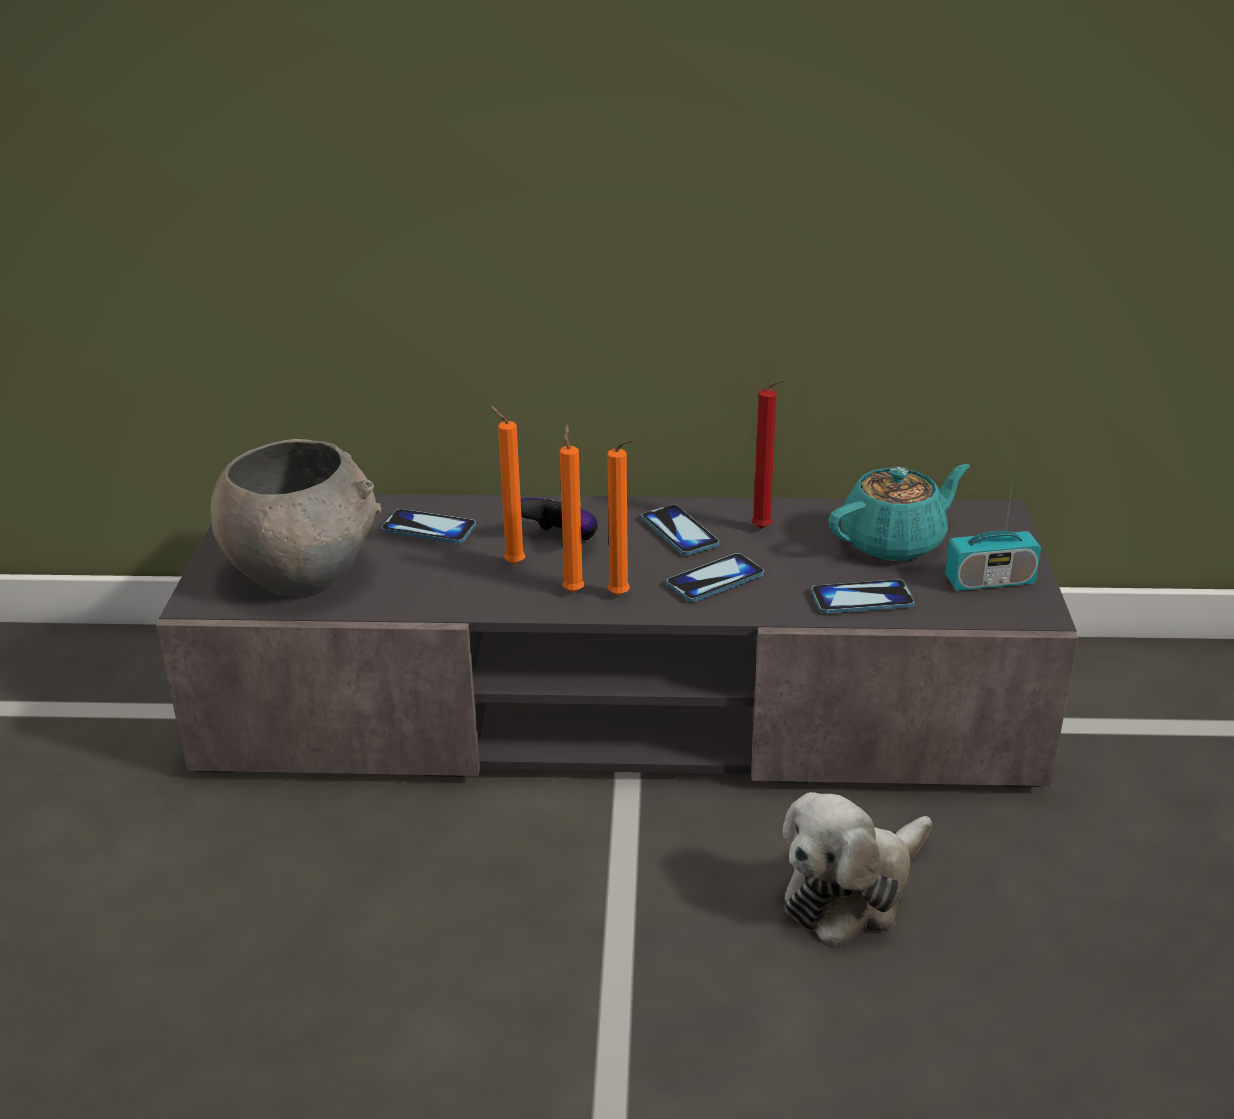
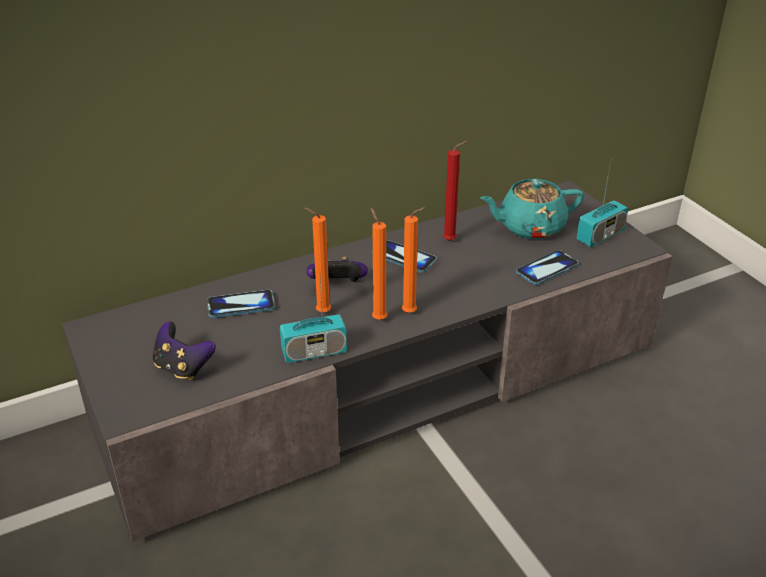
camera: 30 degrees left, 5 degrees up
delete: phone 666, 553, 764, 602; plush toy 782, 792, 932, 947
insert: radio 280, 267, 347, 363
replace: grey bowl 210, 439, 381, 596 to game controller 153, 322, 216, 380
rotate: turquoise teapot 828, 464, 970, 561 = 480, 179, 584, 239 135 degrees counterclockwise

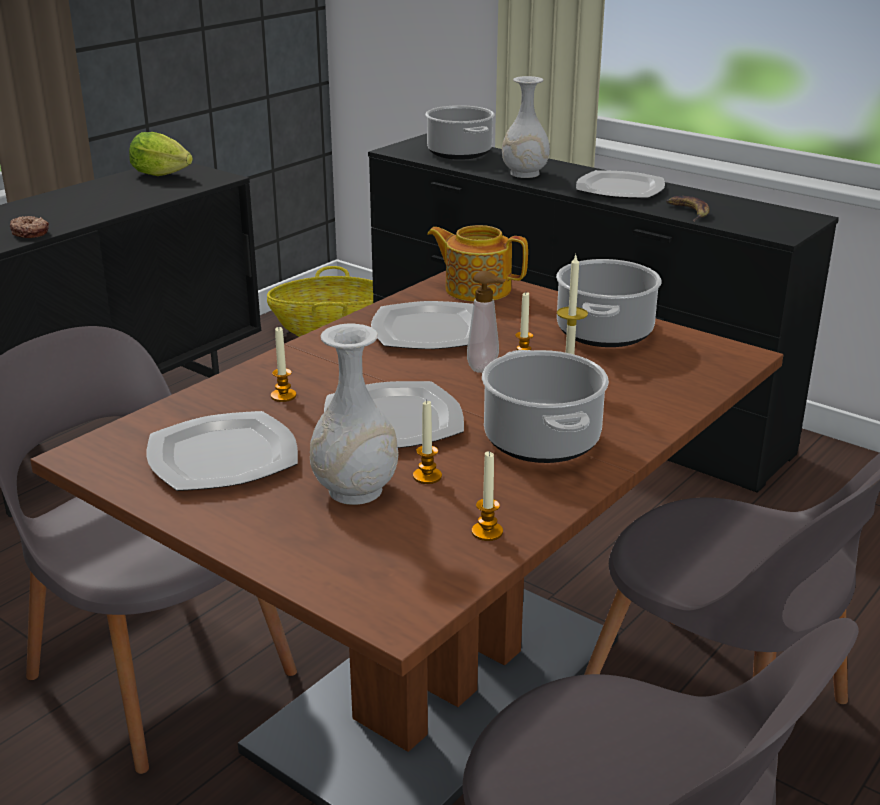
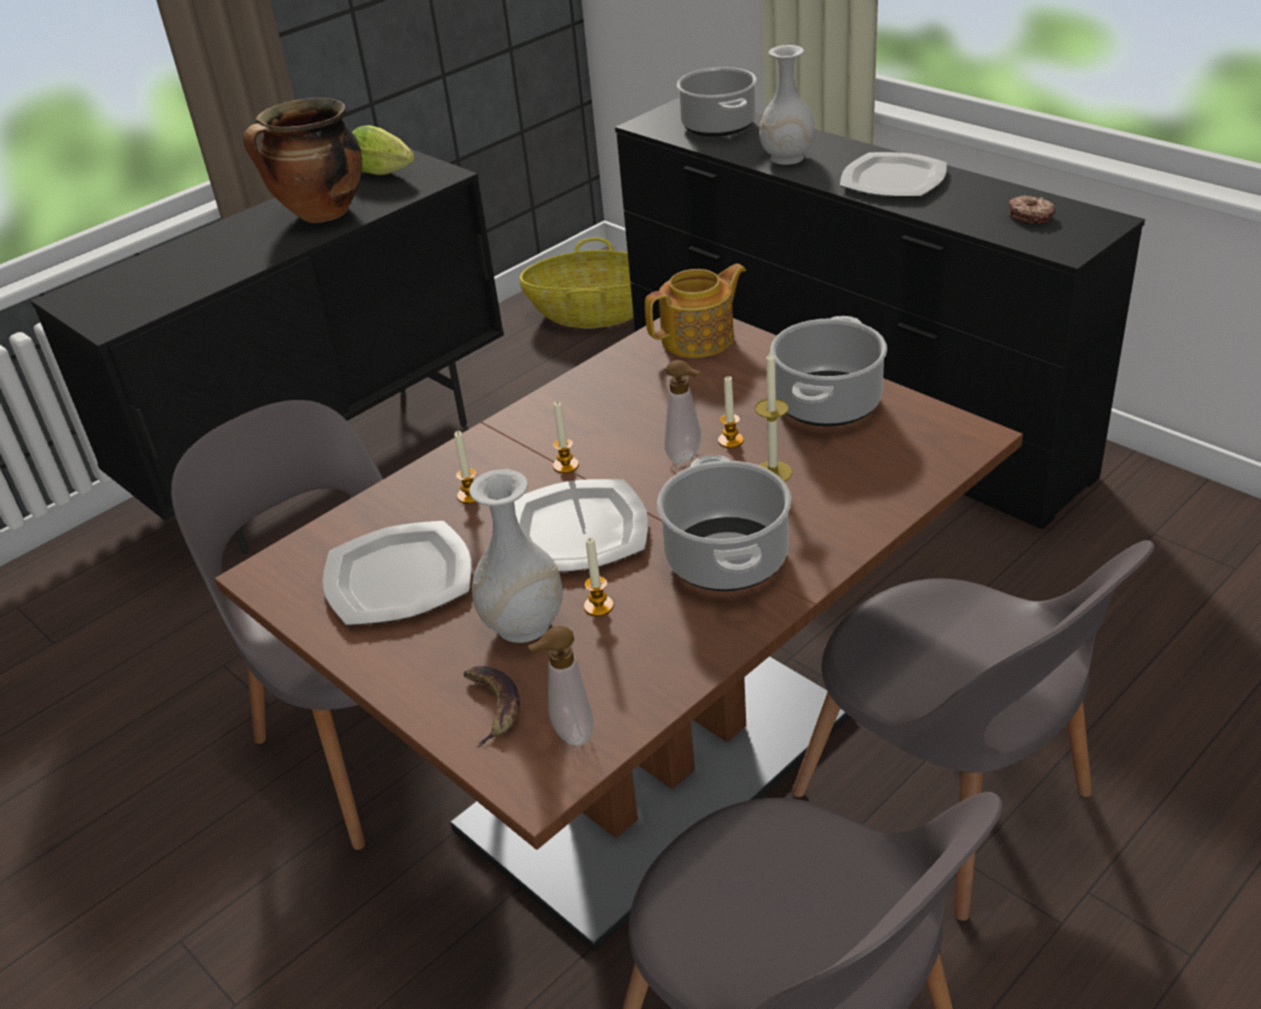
camera: 10 degrees right, 10 degrees up
delete: plate 371, 301, 473, 349
insert: cooking pot 243, 98, 362, 223; soap dispenser 528, 626, 593, 746
move: banana 666, 196, 710, 222 to 463, 666, 520, 747; donut 10, 216, 49, 238 to 1009, 195, 1056, 223; candle 472, 451, 503, 541 to 553, 401, 579, 474
rotate: teapot 427, 225, 528, 302 = 645, 264, 746, 358 120 degrees clockwise

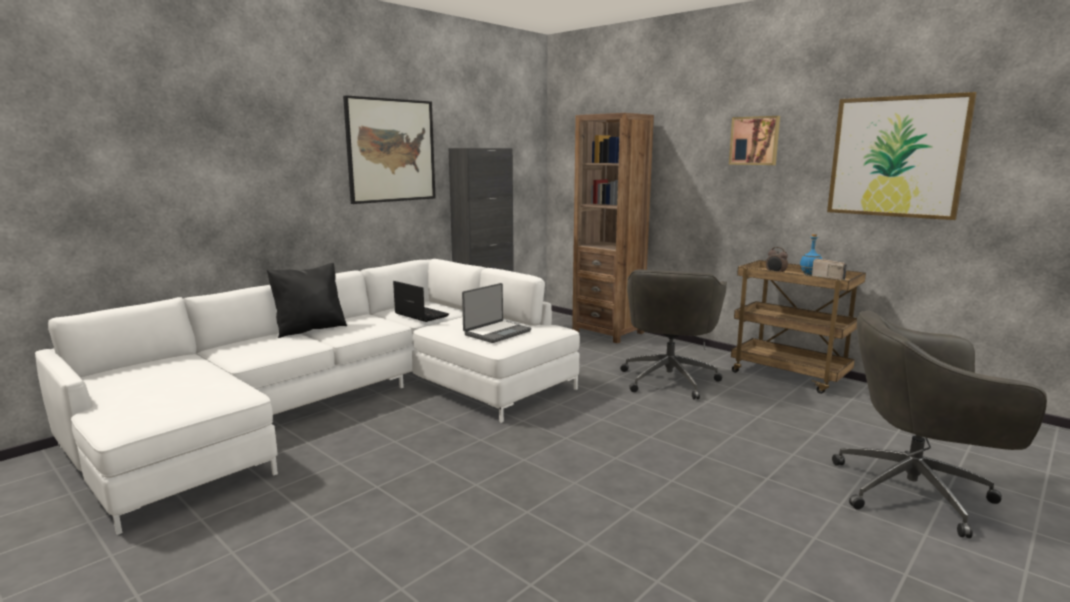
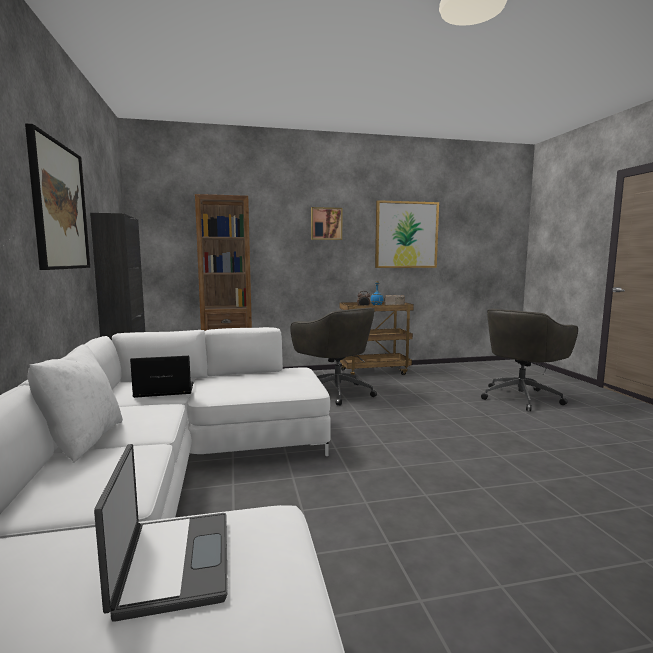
camera: 55 degrees left, 5 degrees down
move: laptop 462, 283, 531, 343 to 94, 444, 228, 622
recolor: black pillow 267, 263, 347, 338 to white pillow 28, 344, 123, 463

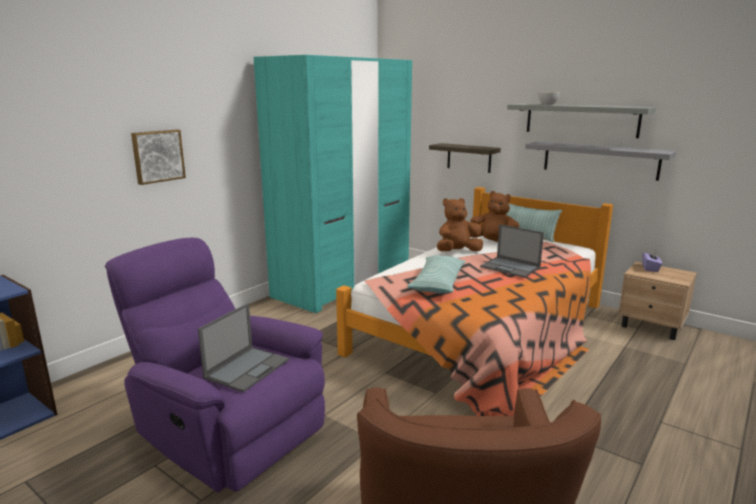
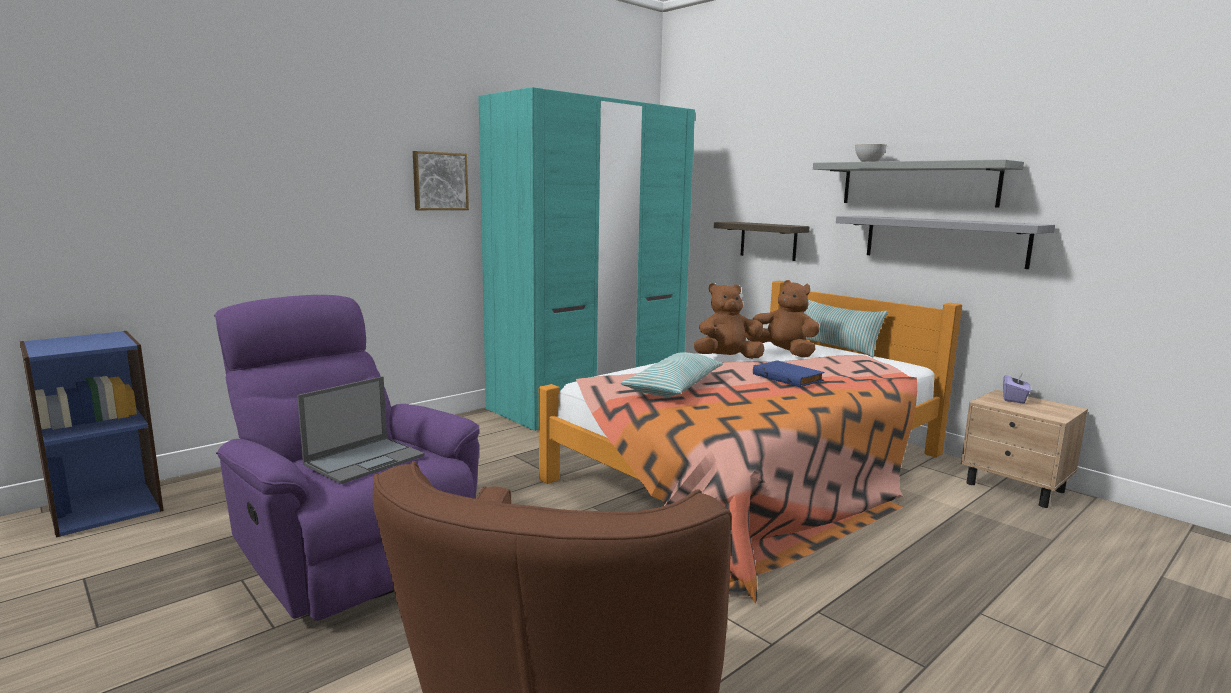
camera: 10 degrees right, 5 degrees down
move: picture 131, 130, 186, 185 to 413, 151, 469, 210
replace: laptop 480, 224, 544, 278 to blue book 753, 360, 825, 387

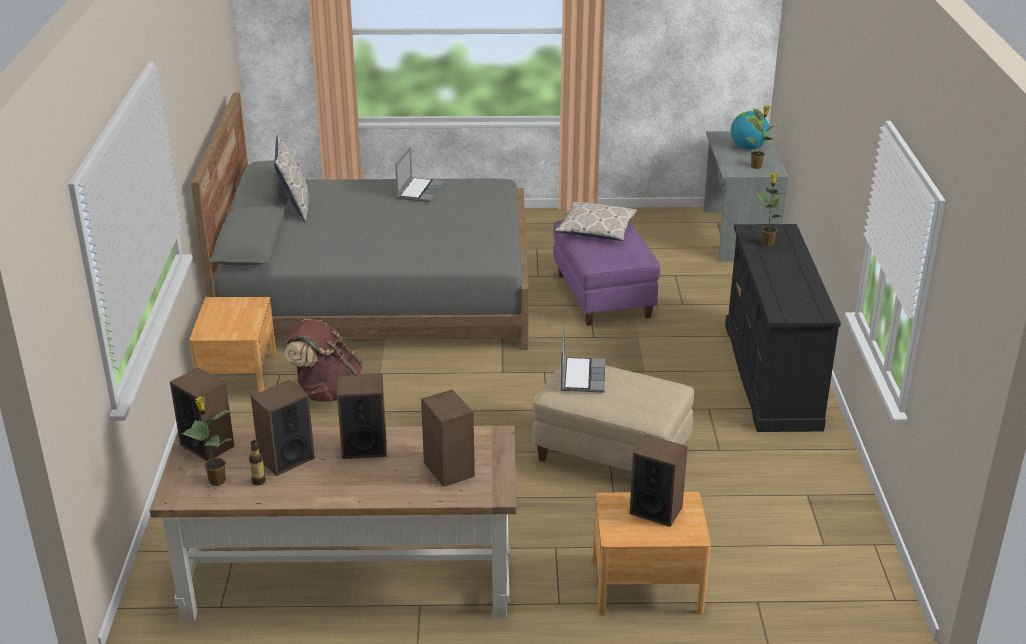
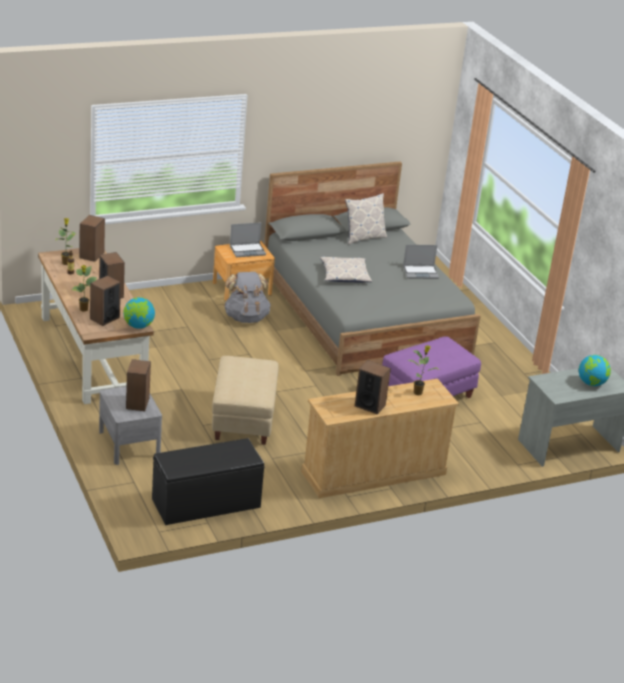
camera: 65 degrees right, 0 degrees up
insert: globe 124, 297, 155, 329; black bench 152, 438, 265, 525
move: potted plant 746, 105, 775, 169 to 72, 265, 97, 311; pillow 555, 202, 638, 241 to 320, 256, 372, 282; laptop 560, 322, 605, 393 to 230, 222, 266, 257; speaker 251, 380, 315, 476 to 355, 360, 391, 414
recolor: black dresser 725, 224, 841, 432 to beige dresser 301, 379, 459, 498; brown backpack 285, 319, 363, 402 to grey backpack 224, 272, 271, 323; brown nightstand 593, 492, 711, 616 to grey nightstand 99, 386, 162, 465

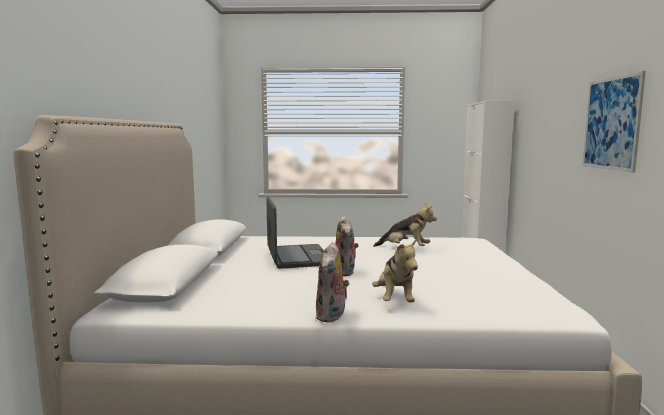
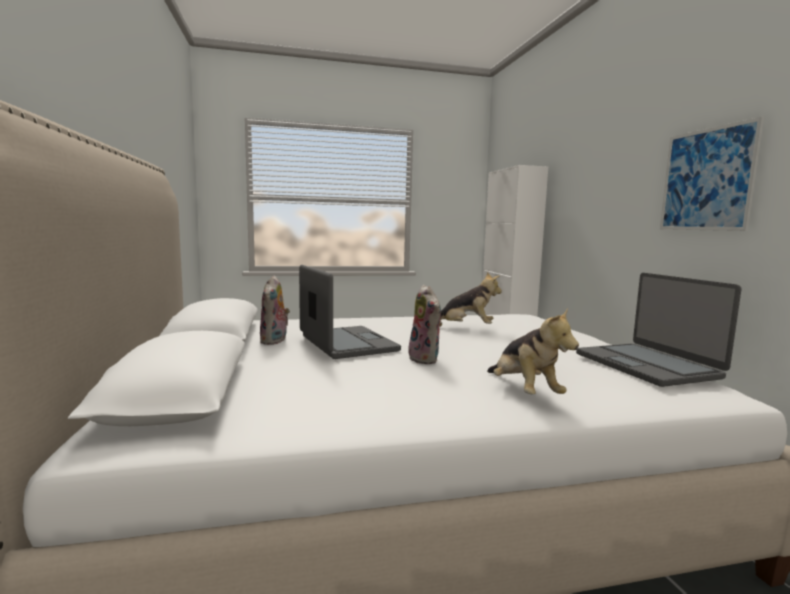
camera: 15 degrees left, 0 degrees up
insert: laptop 576, 273, 742, 387
move: plush toy 315, 242, 349, 323 to 260, 275, 290, 345

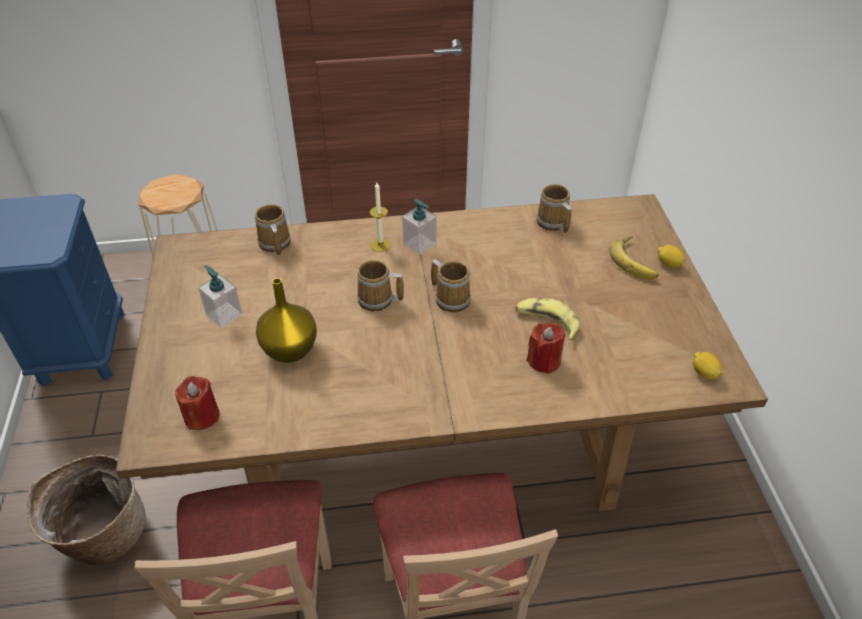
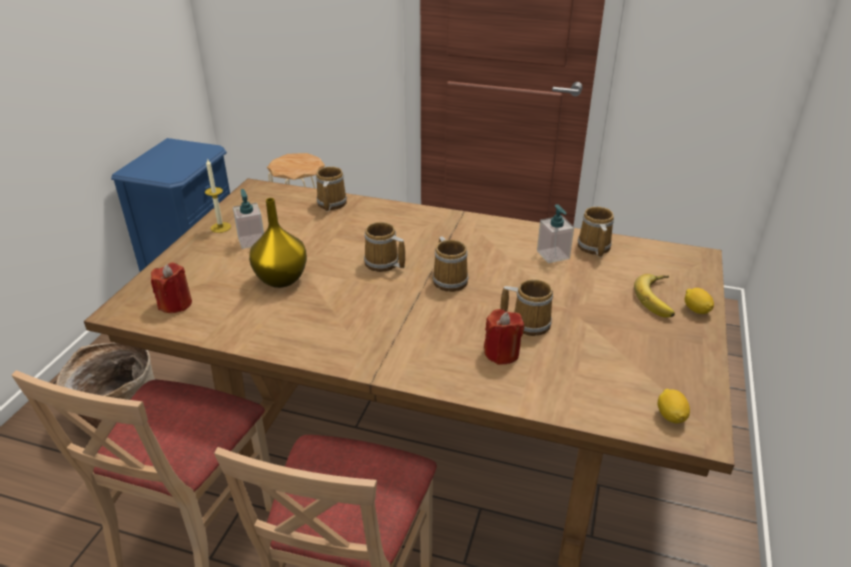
camera: 25 degrees right, 10 degrees down
move: candle 370, 182, 391, 252 to 205, 158, 231, 233; soap dispenser 402, 199, 437, 255 to 537, 204, 574, 263
replace: banana 515, 298, 580, 341 to mug 501, 279, 553, 336

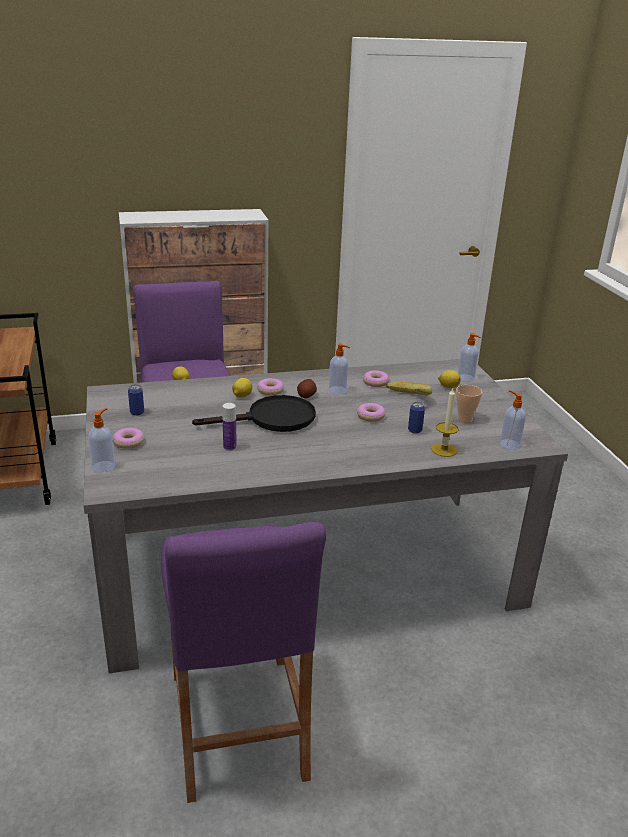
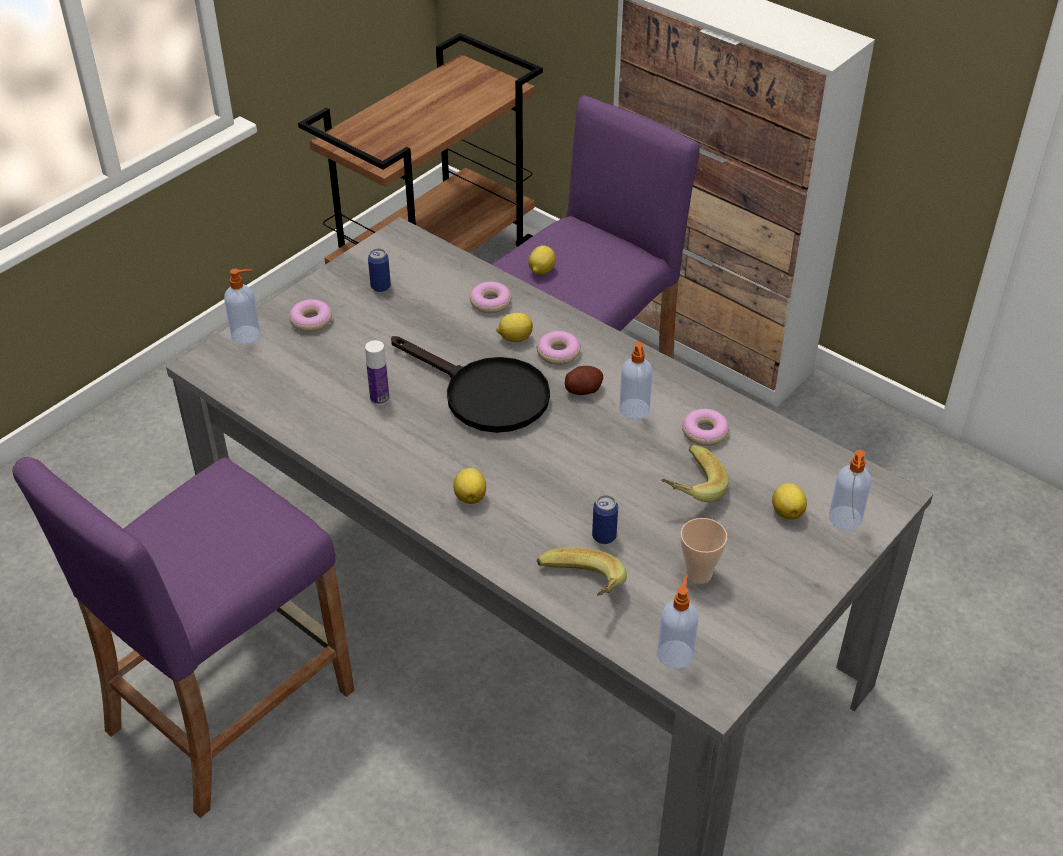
camera: 55 degrees right, 15 degrees up
insert: lemon 454, 468, 486, 504
move: donut 357, 403, 386, 422 to 470, 282, 512, 313
replace: candle 431, 388, 459, 457 to banana 537, 548, 627, 596

